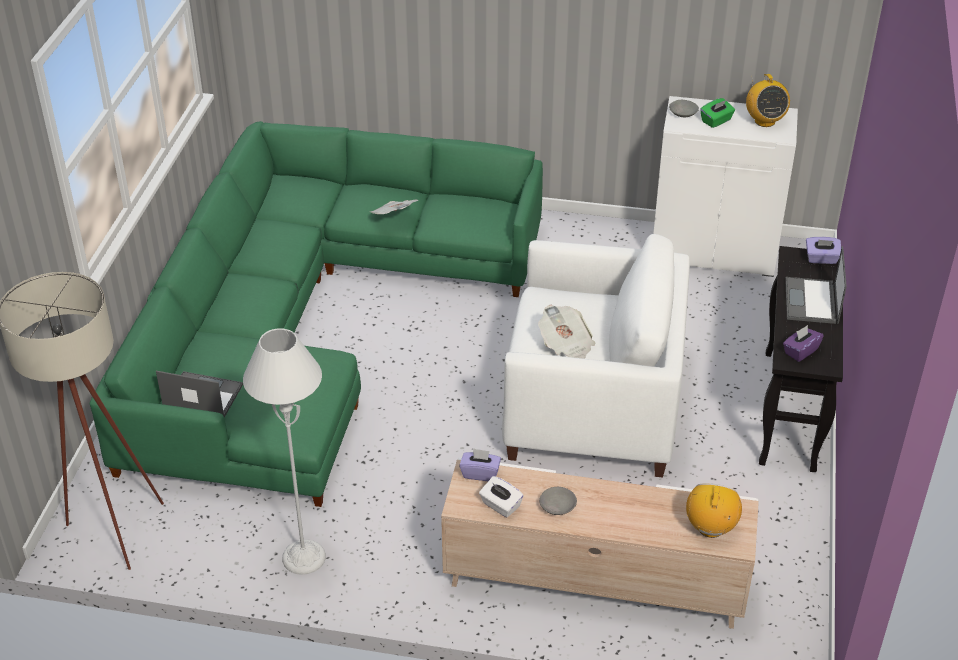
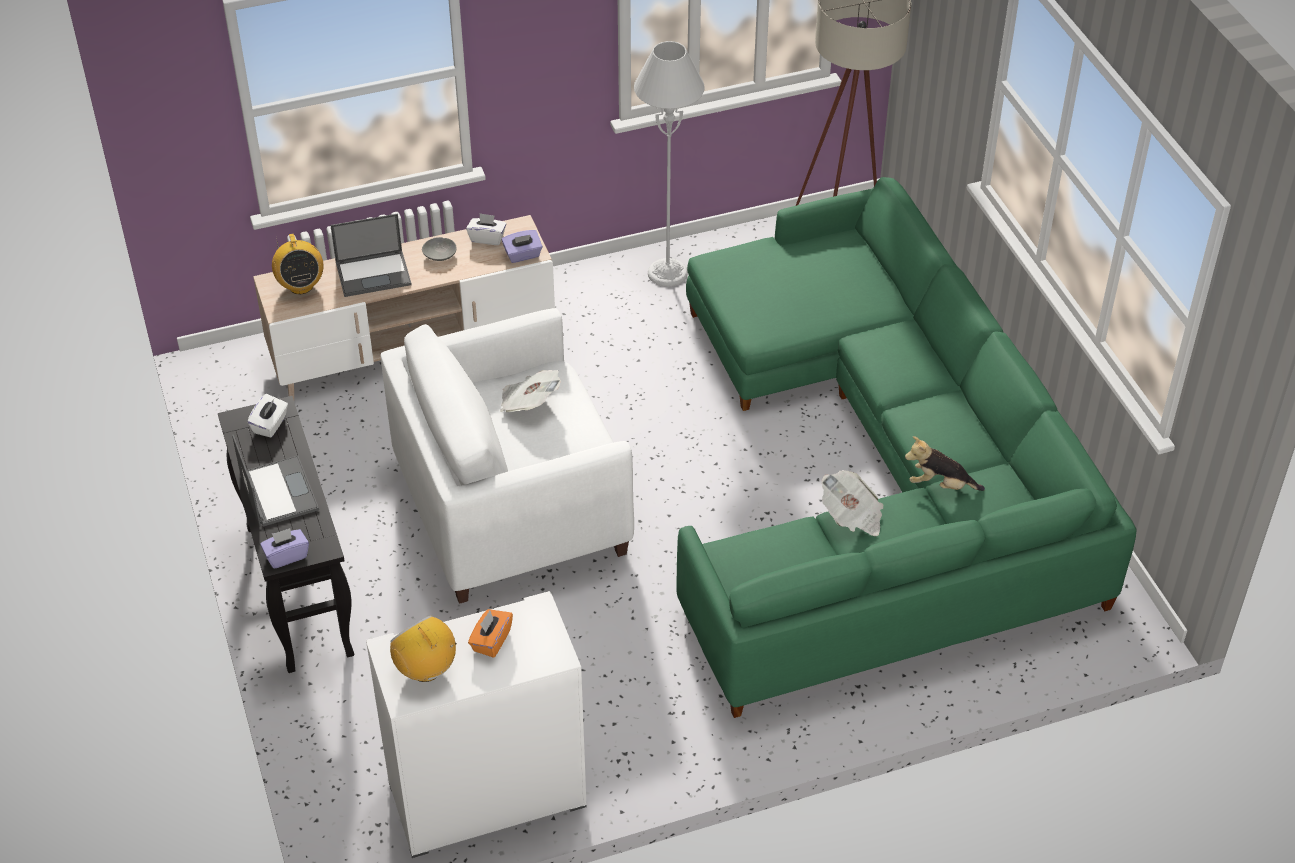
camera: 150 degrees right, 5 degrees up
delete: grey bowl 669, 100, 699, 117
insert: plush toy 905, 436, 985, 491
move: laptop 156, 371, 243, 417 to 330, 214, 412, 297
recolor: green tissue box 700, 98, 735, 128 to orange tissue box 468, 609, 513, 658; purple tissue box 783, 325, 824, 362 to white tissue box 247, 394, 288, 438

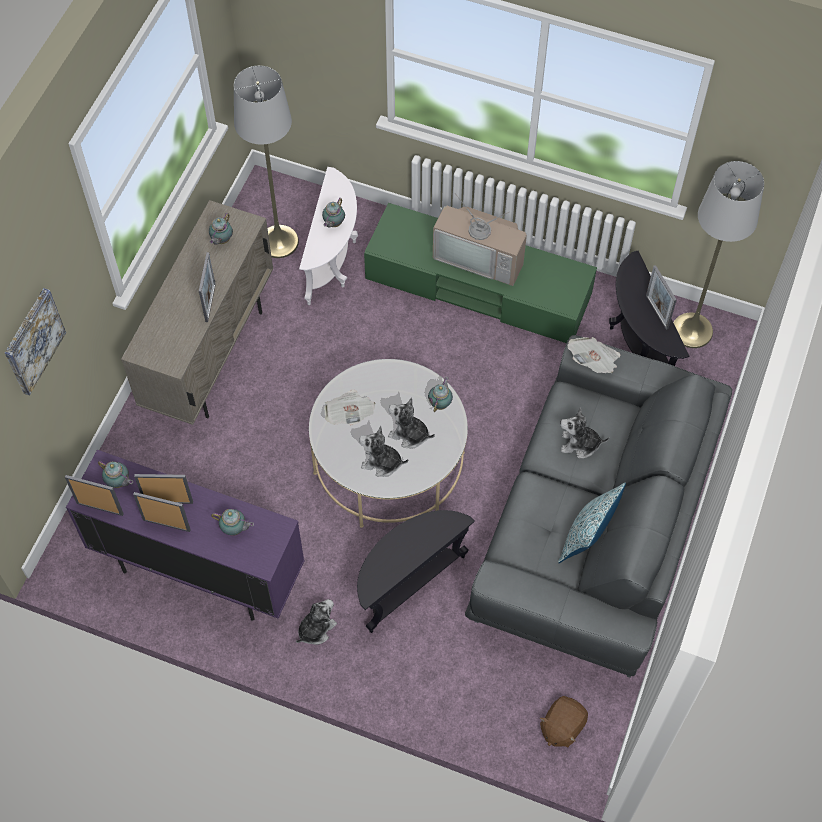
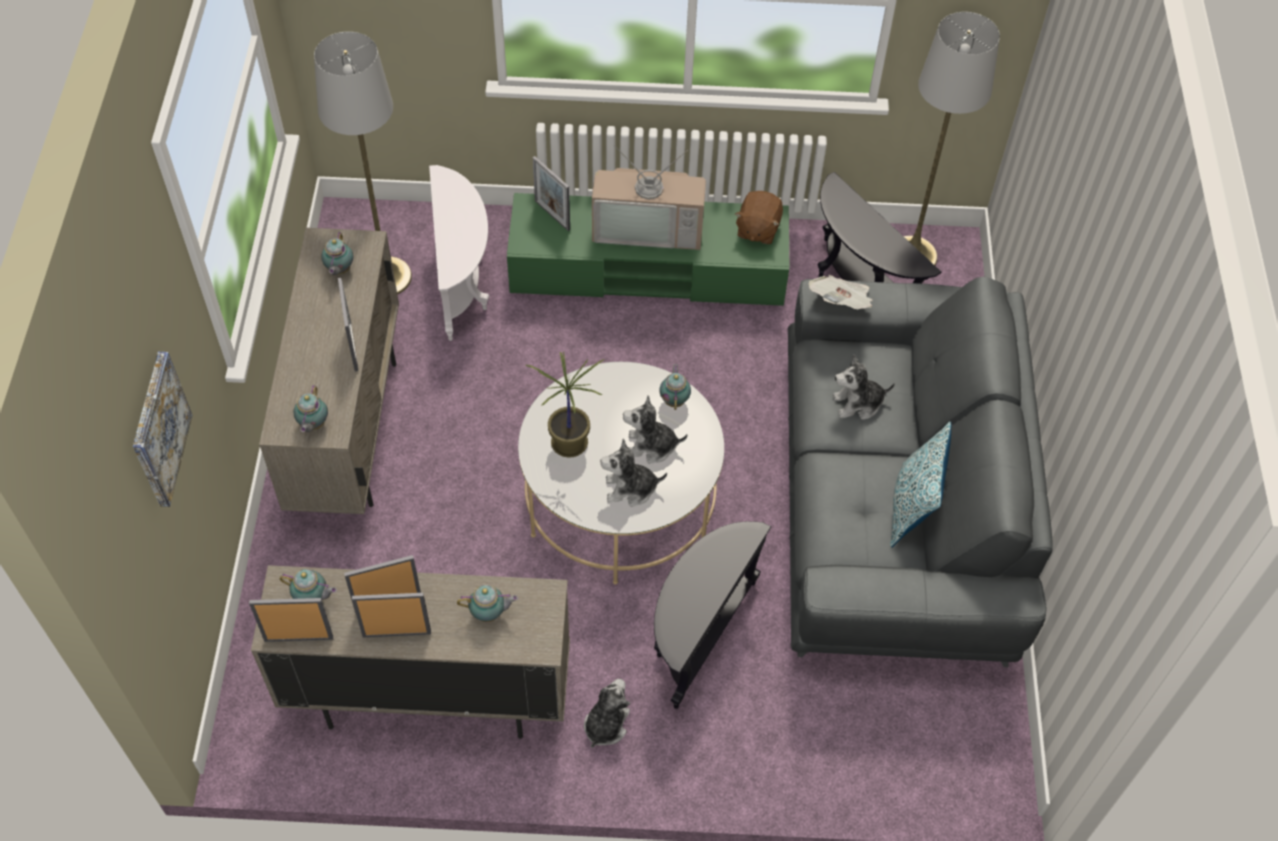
camera: 20 degrees left, 5 degrees down
move: teapot 322, 197, 345, 227 to 293, 385, 328, 432; picture frame 646, 265, 677, 330 to 533, 156, 570, 231; brown plush toy 540, 696, 588, 747 to 735, 191, 783, 244
replace: newspaper 324, 390, 376, 425 to potted plant 526, 351, 605, 458
recolor: purple cabinet 66, 450, 305, 621 to beige cabinet 251, 565, 570, 739

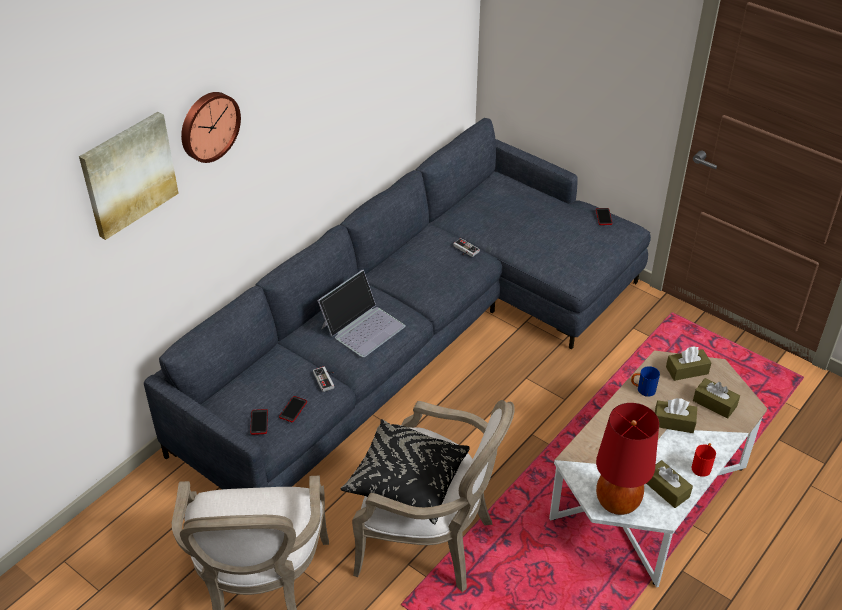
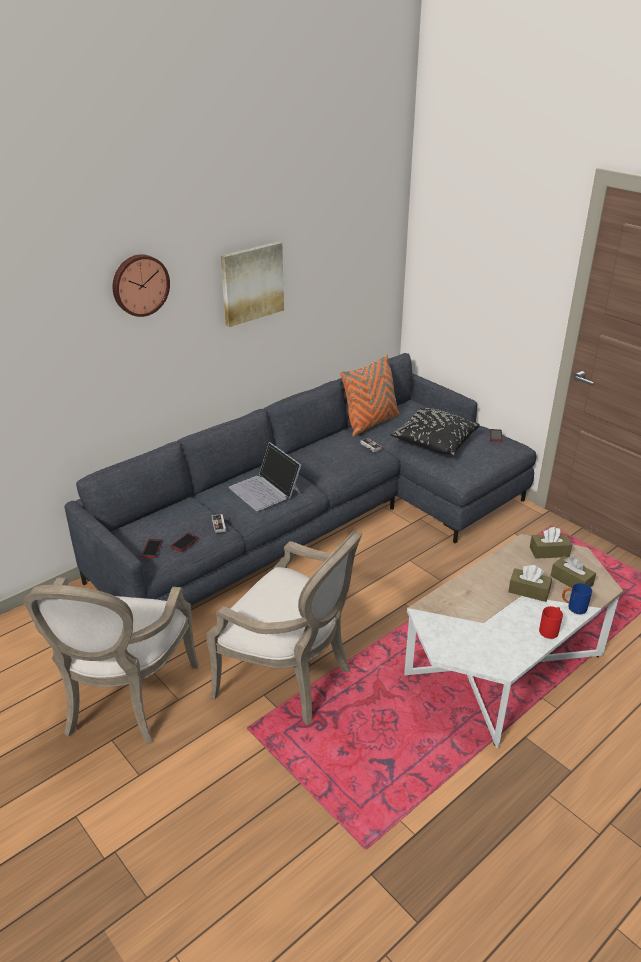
camera: 10 degrees right, 10 degrees down
delete: red table lamp 596, 403, 659, 515; brown tissue box 646, 460, 693, 508
insert: orange pillow 340, 355, 400, 437
move: picture 79, 112, 179, 240 to 221, 242, 284, 327; blue mug 631, 366, 660, 397 to 562, 583, 592, 614; black pillow 340, 419, 470, 524 to 390, 408, 480, 456
rotate: laptop 317, 270, 406, 357 = 229, 442, 301, 511 90 degrees clockwise

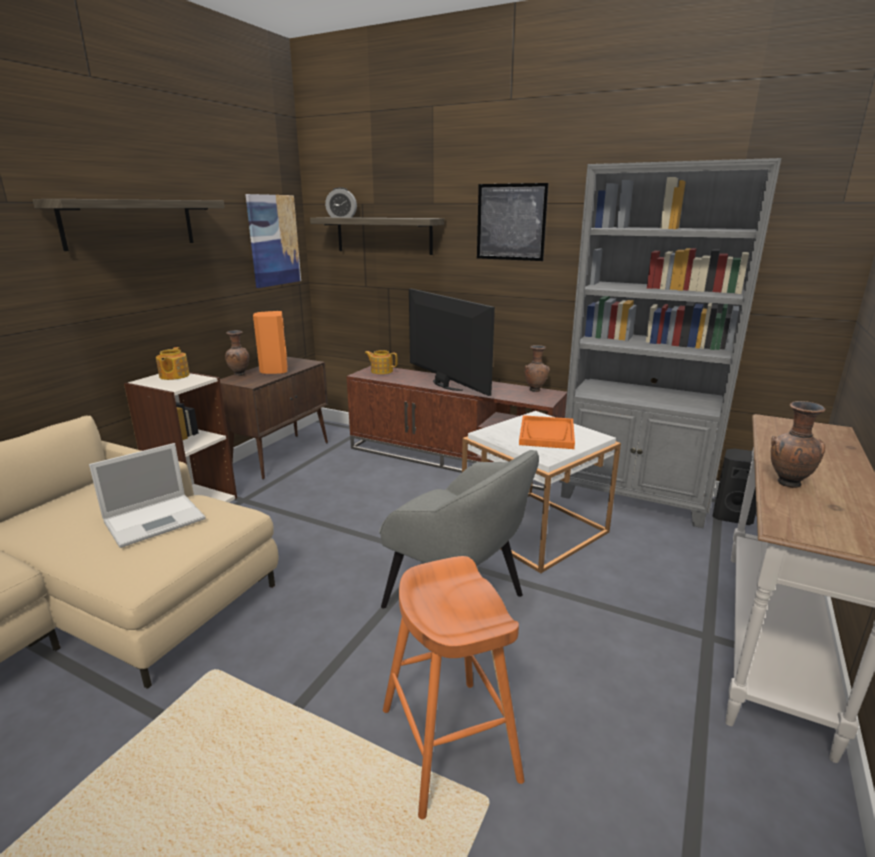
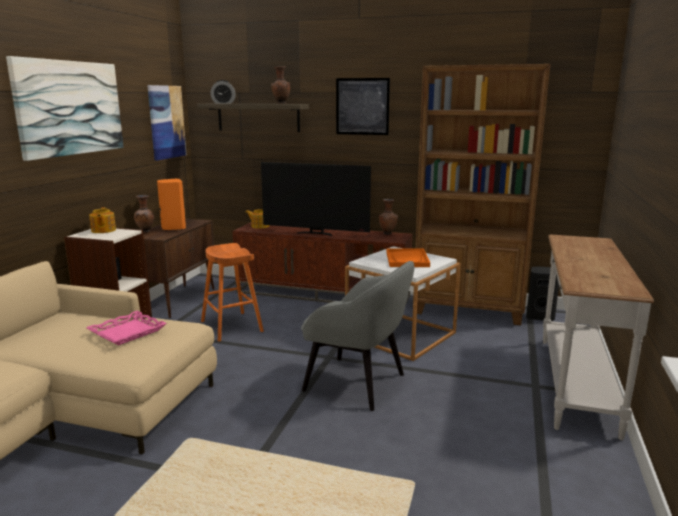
camera: 10 degrees left, 5 degrees down
move: brown vase 771, 401, 826, 488 to 271, 66, 290, 104; orange stool 383, 556, 524, 820 to 201, 243, 264, 342
replace: shelf 32, 199, 225, 251 to picture 6, 56, 124, 161; laptop 89, 443, 206, 548 to pink tray 87, 311, 167, 345
recolor: grey bookcase 559, 158, 781, 528 to brown bookcase 415, 64, 550, 325
rotate: television 409, 289, 495, 396 = 261, 162, 371, 236 150 degrees clockwise

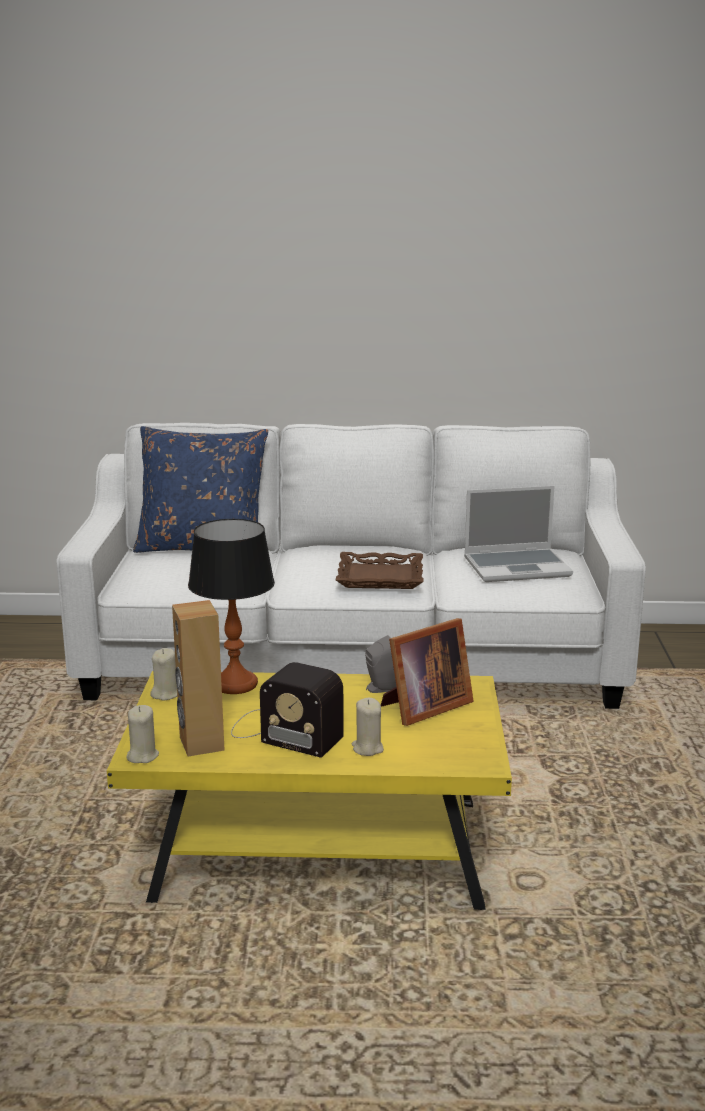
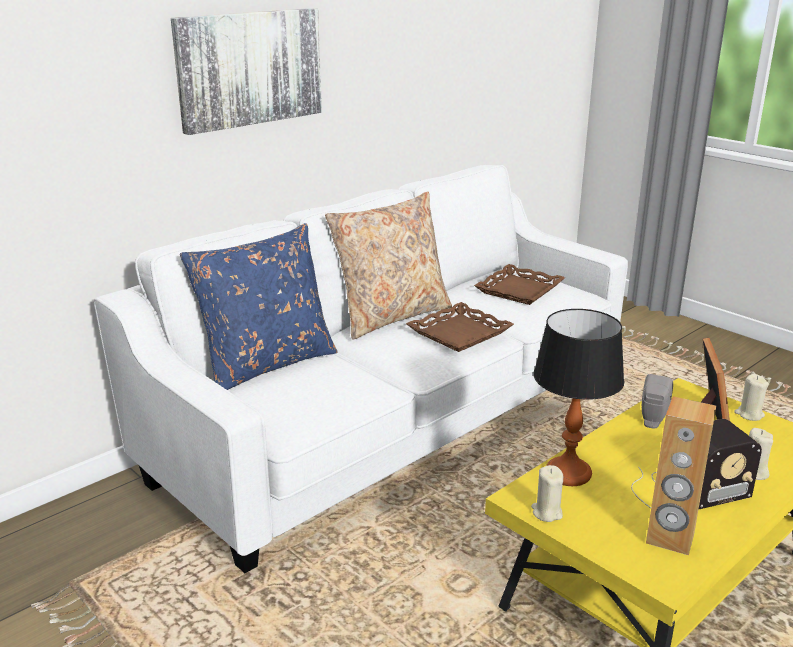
camera: 45 degrees left, 5 degrees up
insert: picture 171, 8, 322, 135; beige pillow 325, 191, 452, 339
move: beige candle 127, 705, 159, 763 to 734, 374, 769, 421
replace: laptop 464, 486, 573, 582 to brown tray 474, 264, 565, 305

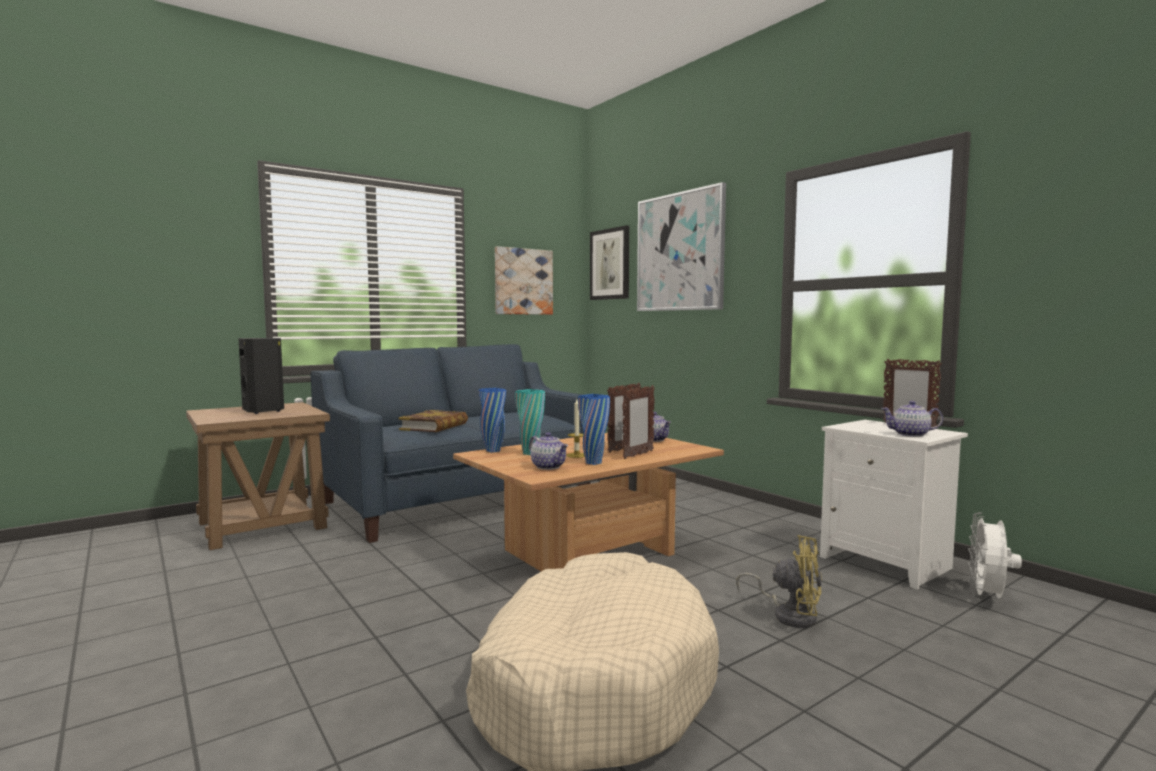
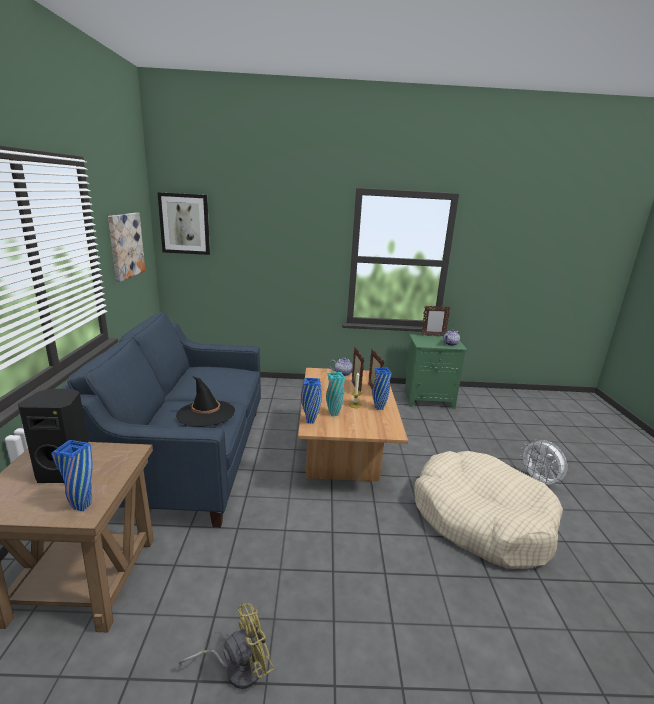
camera: 55 degrees left, 15 degrees up
delete: picture 637, 182, 726, 311; teapot 529, 432, 568, 470
insert: blue vase 51, 440, 92, 511
move: white fan 968, 512, 1022, 601 to 519, 439, 567, 485; yellow fan 736, 535, 822, 628 to 178, 603, 274, 689
replace: book 399, 410, 468, 432 to black hat 176, 376, 235, 427
recolor: white nightstand 820, 420, 968, 590 to green nightstand 405, 334, 467, 409

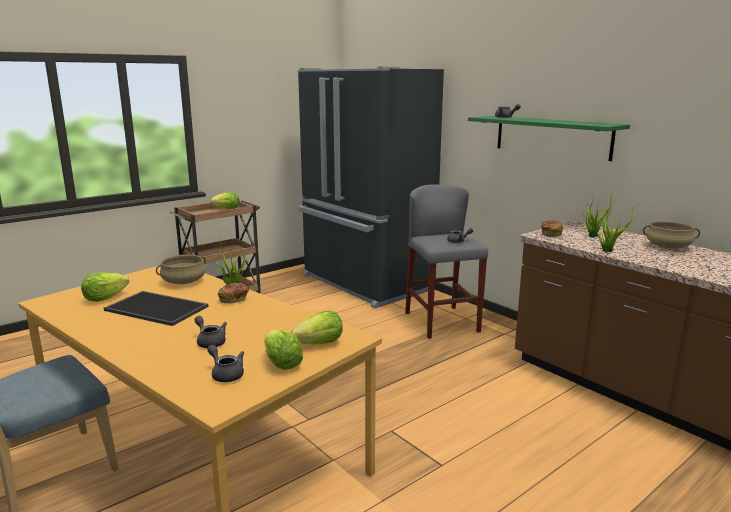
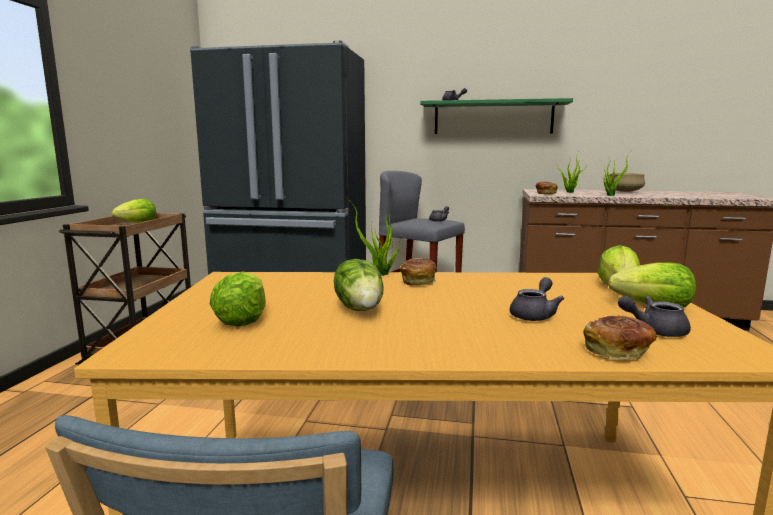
camera: 40 degrees left, 5 degrees down
delete: beige cooking pot 156, 255, 206, 284
insert: bread 583, 315, 656, 360
replace: tray 104, 291, 209, 326 to lettuce 334, 259, 384, 311
rotate: grey teapot 195, 316, 227, 348 = 510, 277, 564, 321 120 degrees clockwise

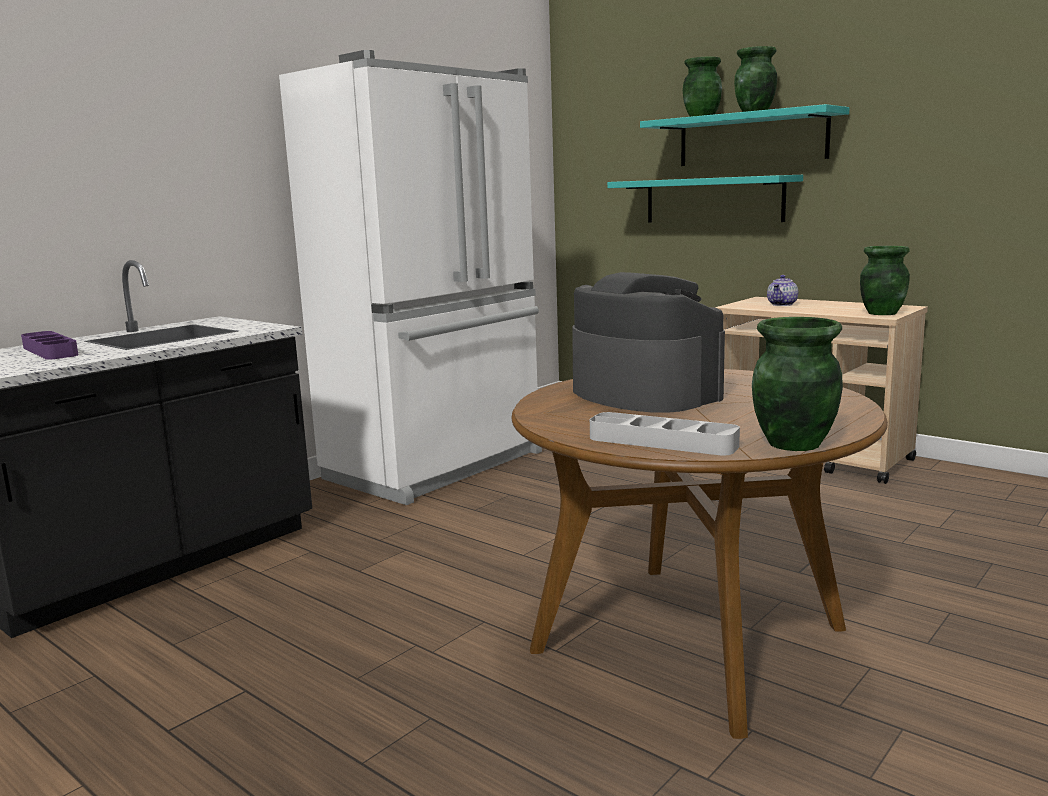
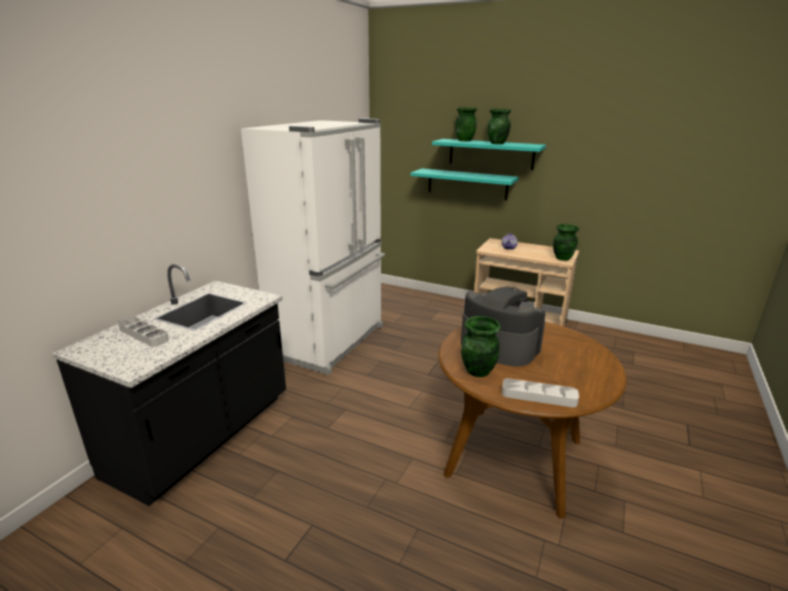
camera: 15 degrees left, 10 degrees up
move: green vase 752, 317, 843, 451 to 461, 316, 501, 377
recolor: purple tray 21, 331, 78, 360 to grey tray 118, 316, 169, 347

